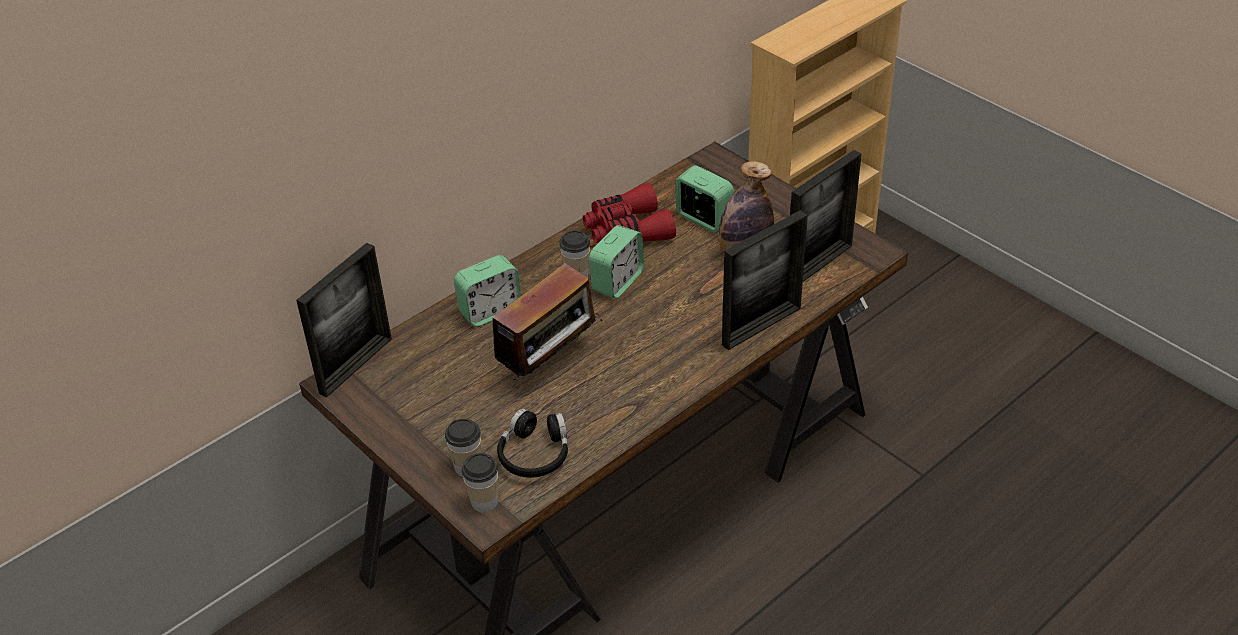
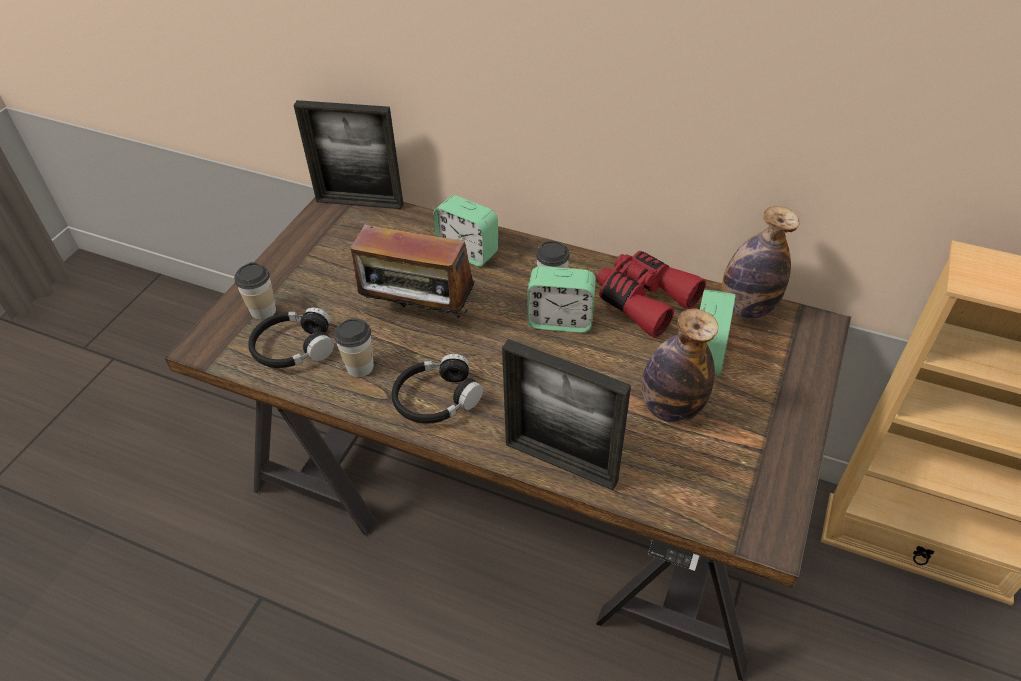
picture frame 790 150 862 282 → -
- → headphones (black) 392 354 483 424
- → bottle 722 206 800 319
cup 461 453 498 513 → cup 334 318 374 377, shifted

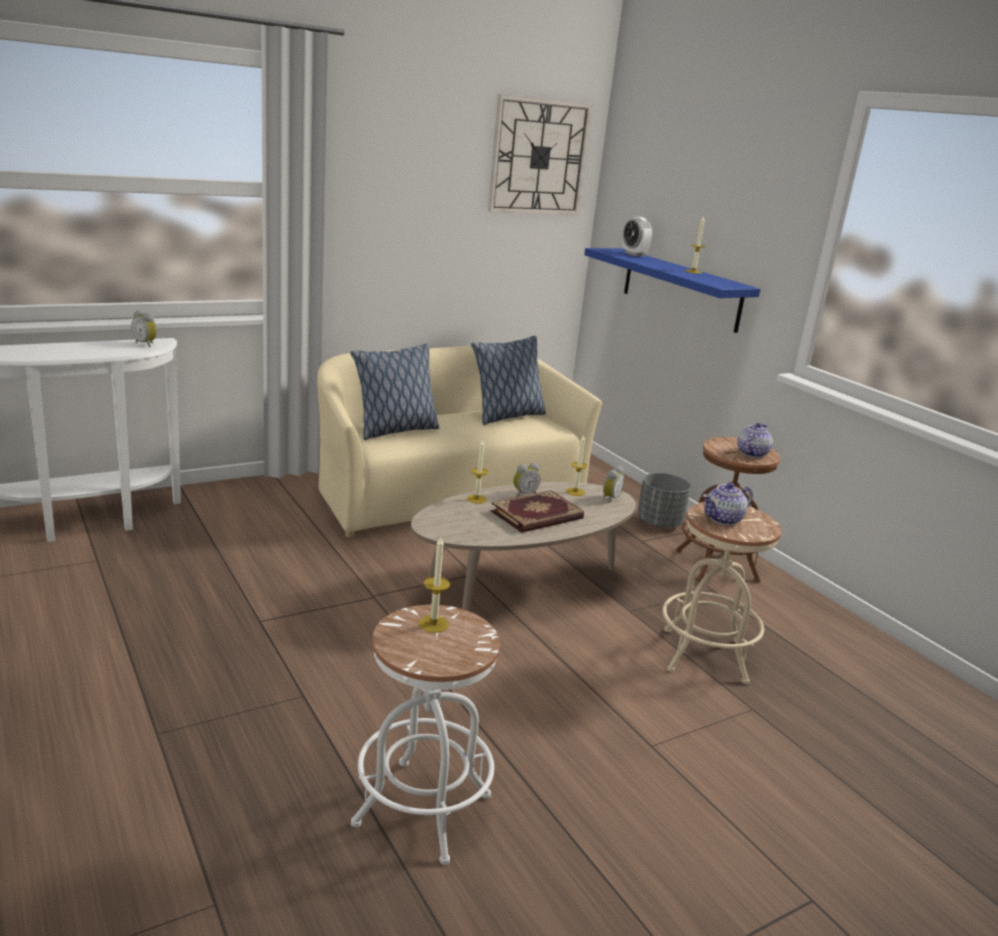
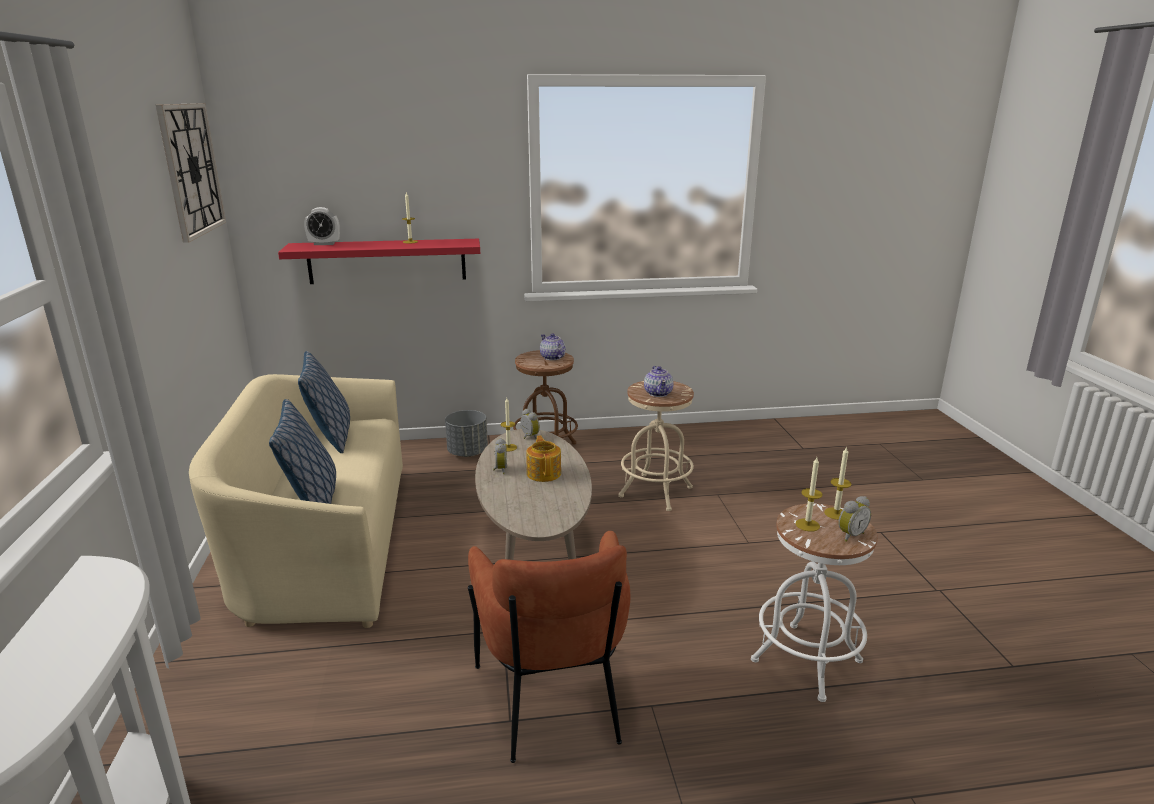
- → armchair (brown) 468 531 630 763
alarm clock 131 310 157 347 → alarm clock 838 496 871 542, shifted
candle 467 439 488 504 → candle 824 446 851 520, shifted
book 491 490 584 533 → teapot 526 435 561 482
shelf (blue) 584 248 761 333 → shelf (red) 278 239 480 284

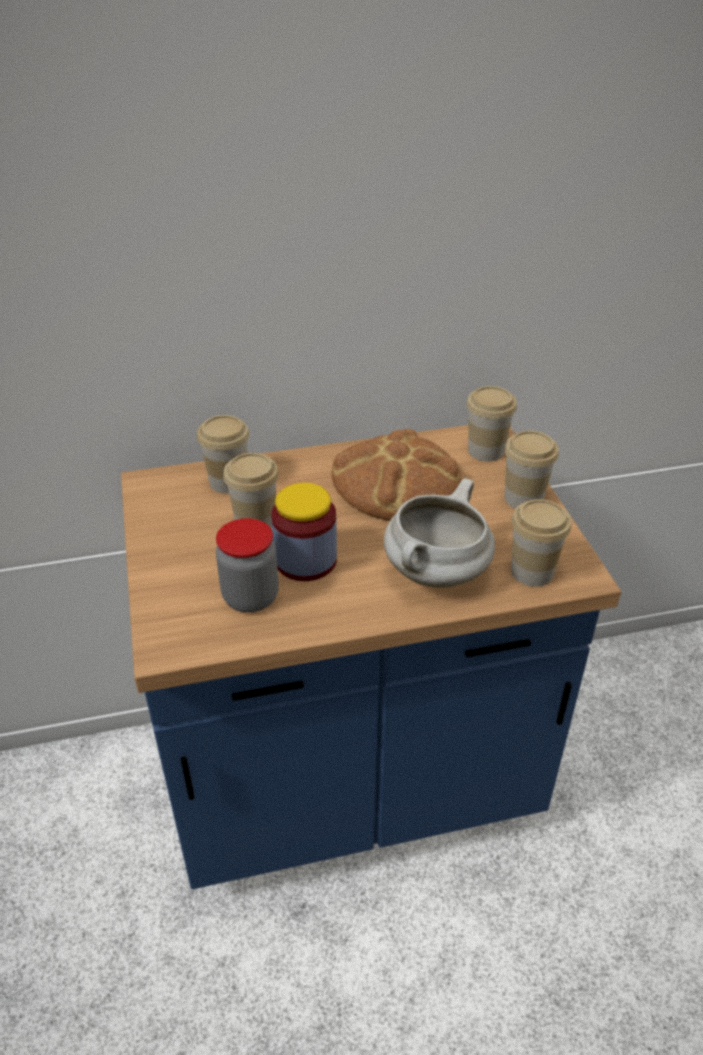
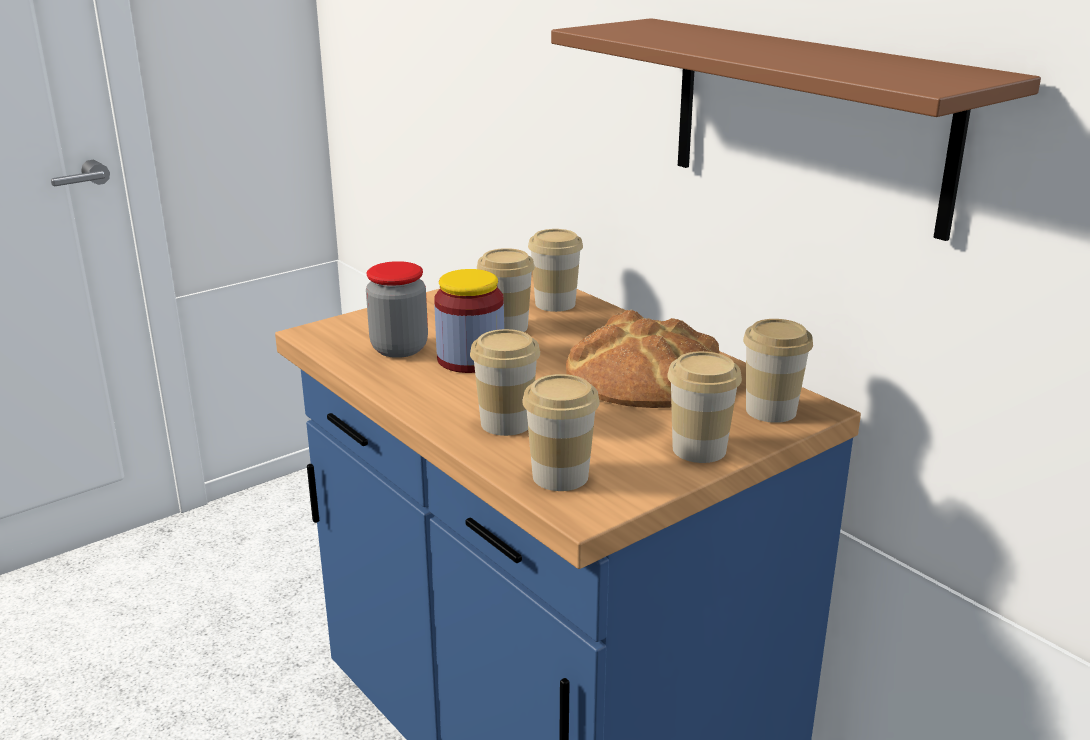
- → shelf (brown) 551 18 1041 241
cooking pot (white) 384 478 495 588 → cup 470 329 540 436

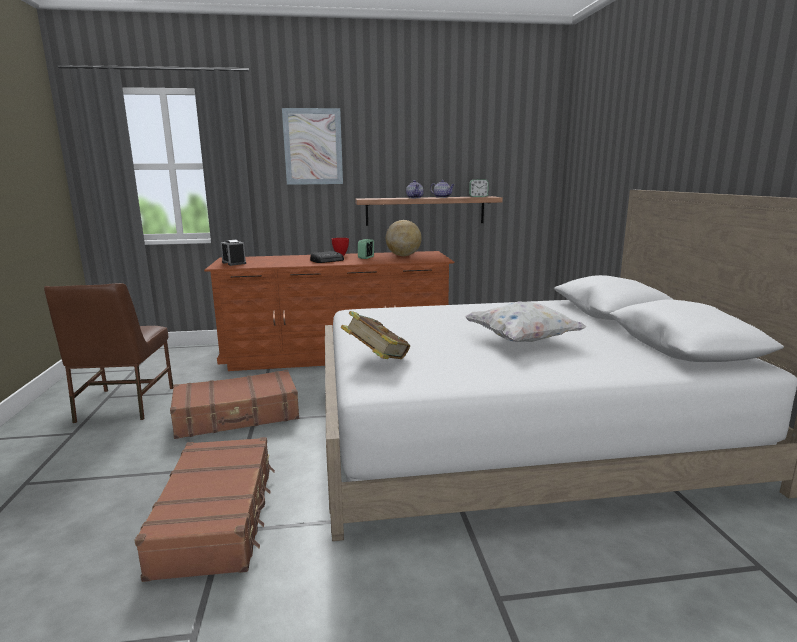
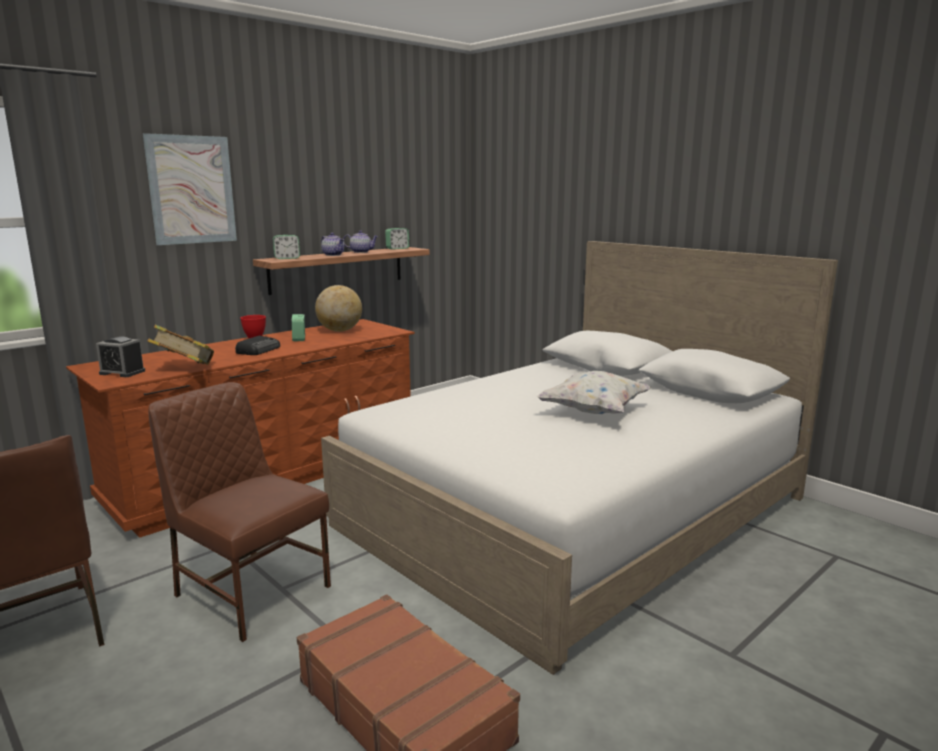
- → alarm clock 273 235 300 259
book 341 311 410 359 → book 147 325 214 365, shifted
suitcase (brown) 170 370 299 439 → chair (brown) 148 382 331 642

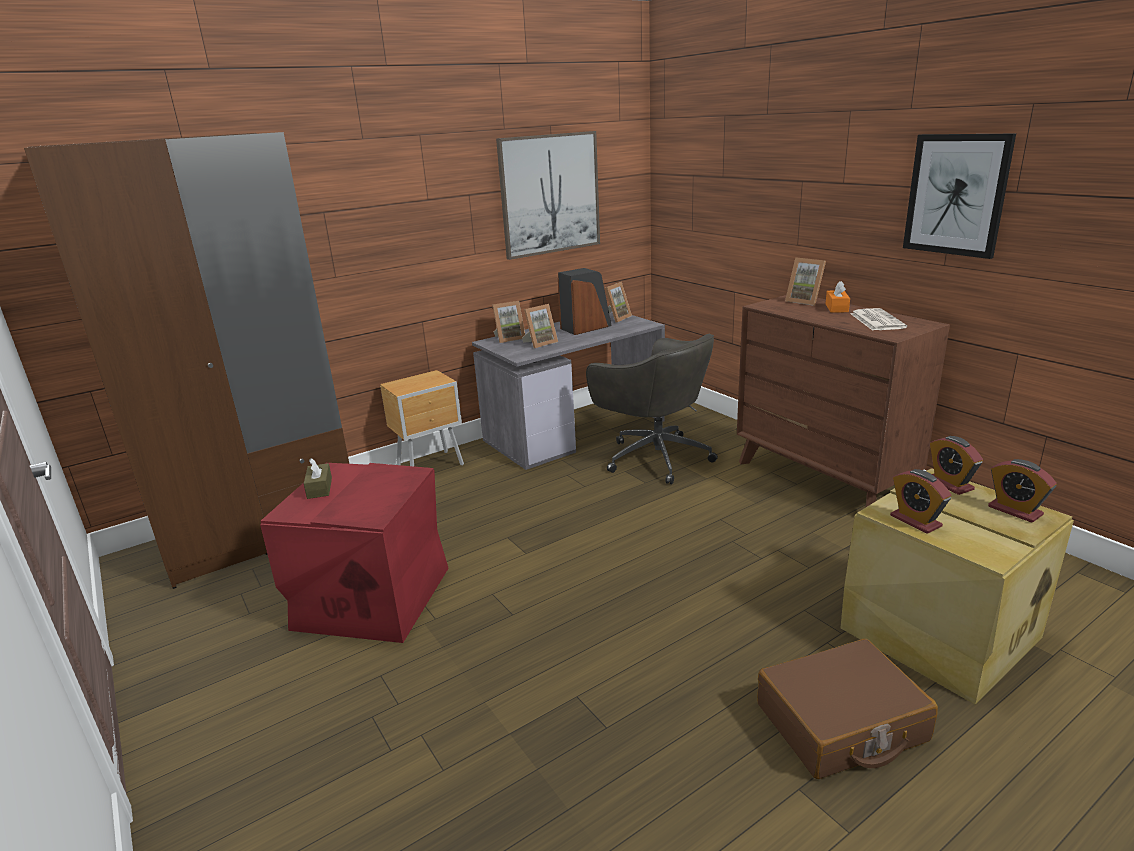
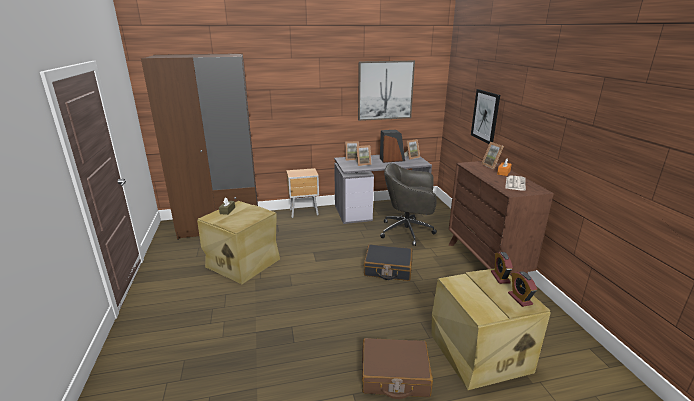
alarm clock 890 469 952 534 → -
- → suitcase (black) 364 244 412 281
picture 903 133 1016 259 → picture 471 89 500 144, shifted
storage box (red) 260 463 448 643 → storage box (beige) 197 201 280 284
office chair (grey) 586 334 718 484 → office chair (grey) 380 163 437 246, 120 degrees clockwise

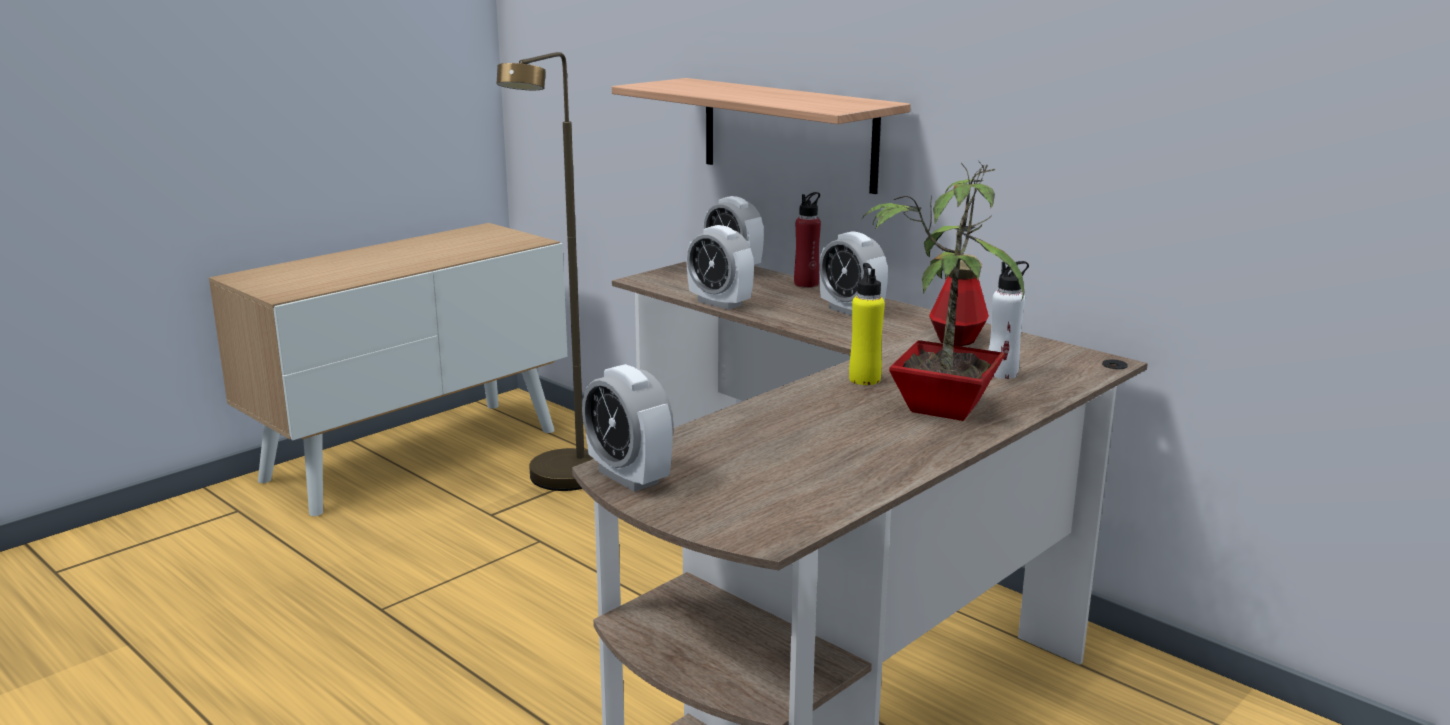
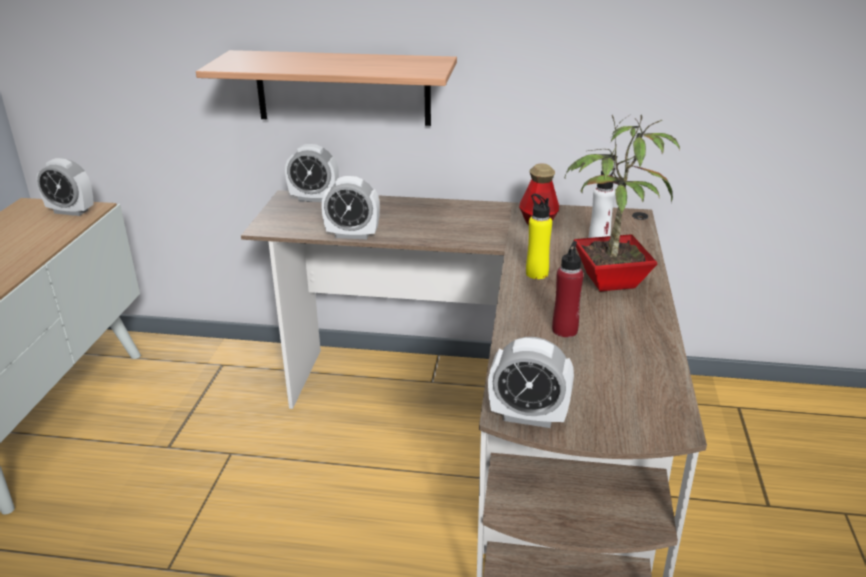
floor lamp (brown) 497 52 593 491 → -
bottle (red) 794 192 821 288 → bottle (red) 552 241 584 337, shifted
alarm clock 819 231 888 316 → alarm clock 36 158 94 216, shifted

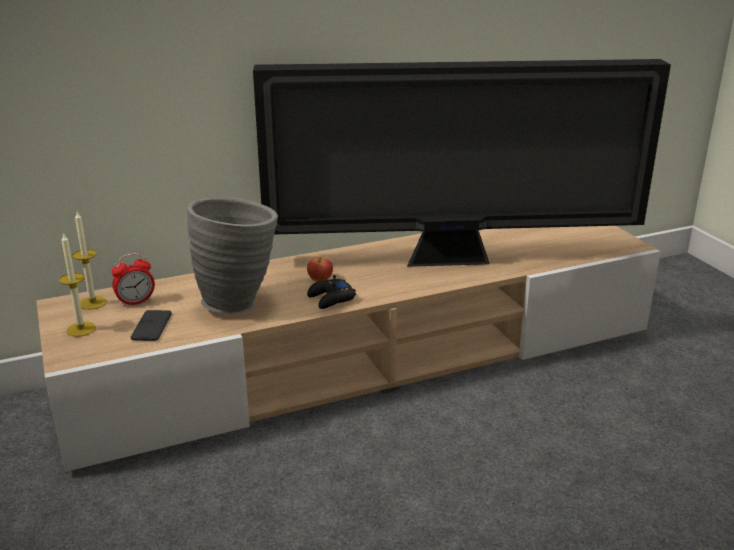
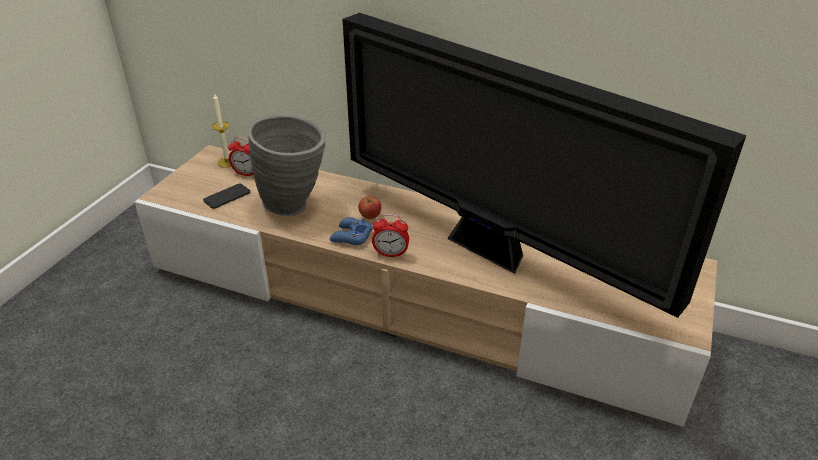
candle 59 232 96 337 → -
- → alarm clock 372 214 409 257
game controller (black) 307 275 356 309 → game controller (blue) 330 217 373 245

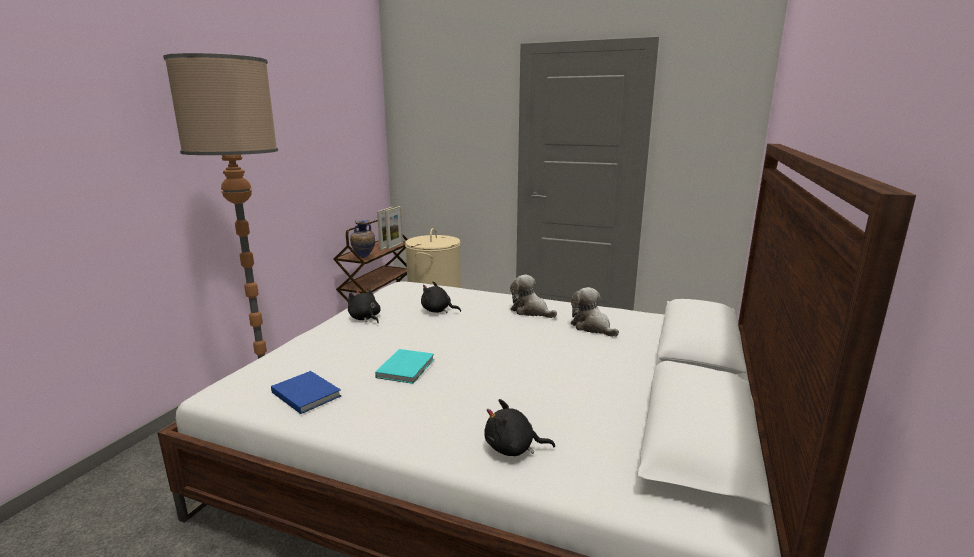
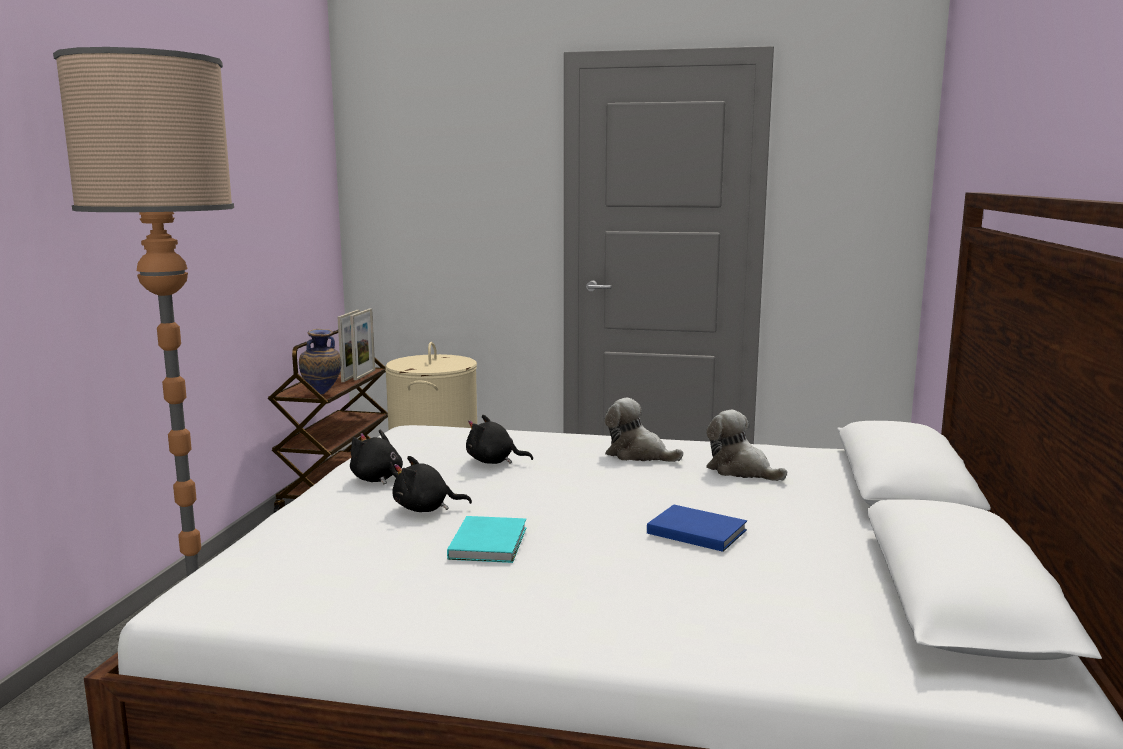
book (blue) 271 371 341 414 → book (blue) 647 504 747 552, shifted
plush toy (black) 484 399 555 456 → plush toy (black) 392 456 472 512, shifted

